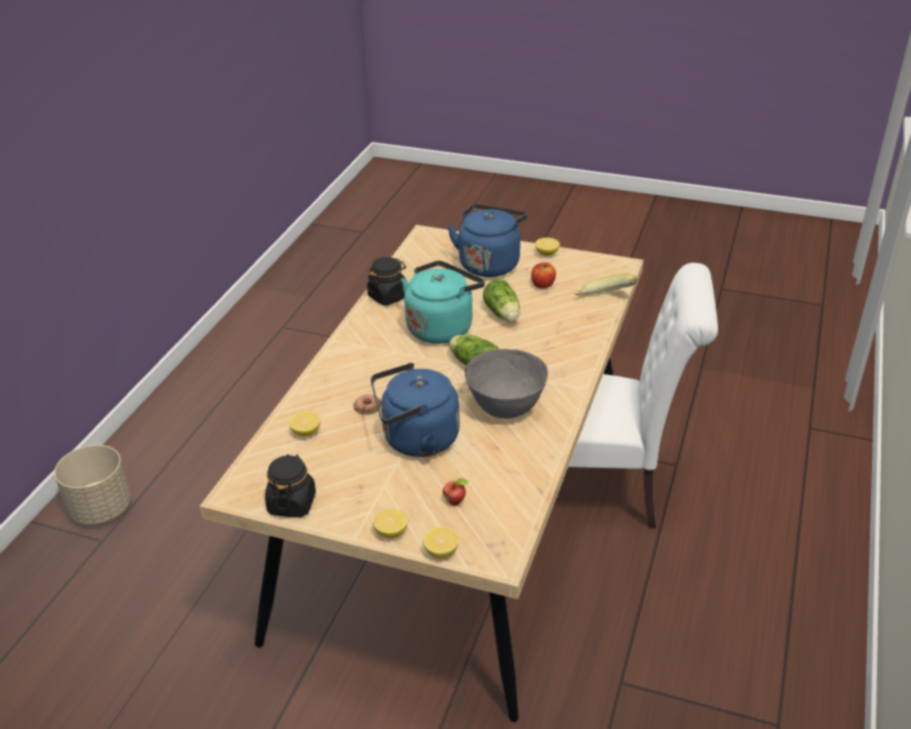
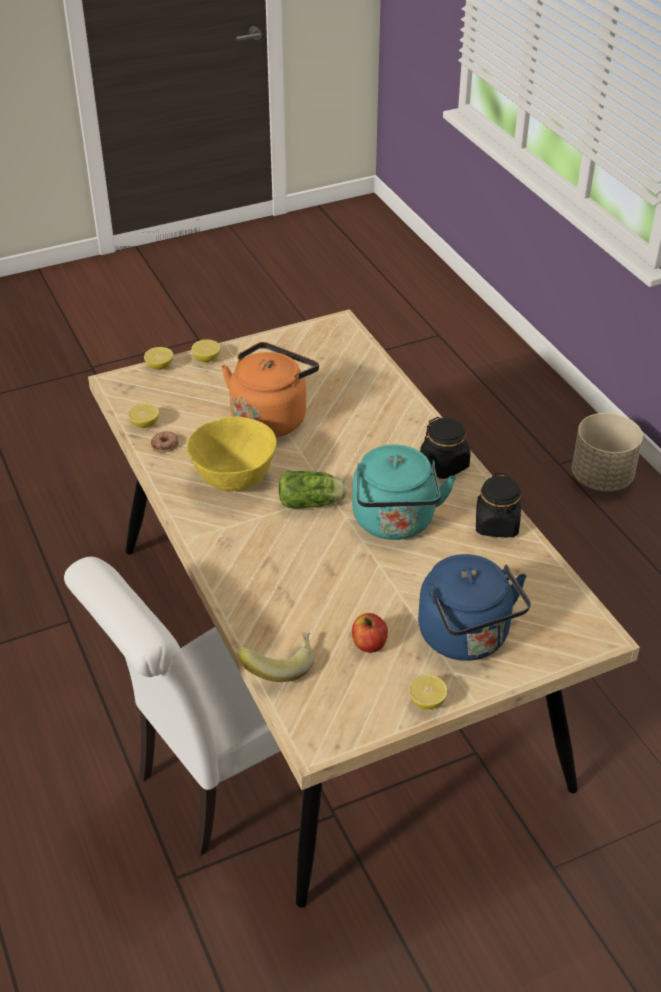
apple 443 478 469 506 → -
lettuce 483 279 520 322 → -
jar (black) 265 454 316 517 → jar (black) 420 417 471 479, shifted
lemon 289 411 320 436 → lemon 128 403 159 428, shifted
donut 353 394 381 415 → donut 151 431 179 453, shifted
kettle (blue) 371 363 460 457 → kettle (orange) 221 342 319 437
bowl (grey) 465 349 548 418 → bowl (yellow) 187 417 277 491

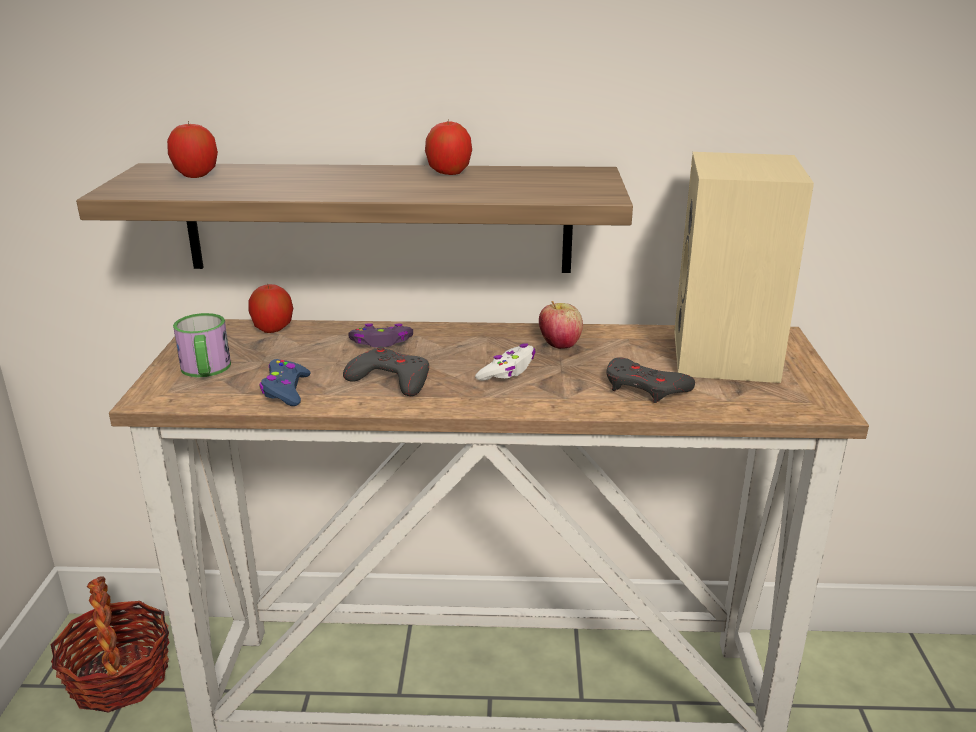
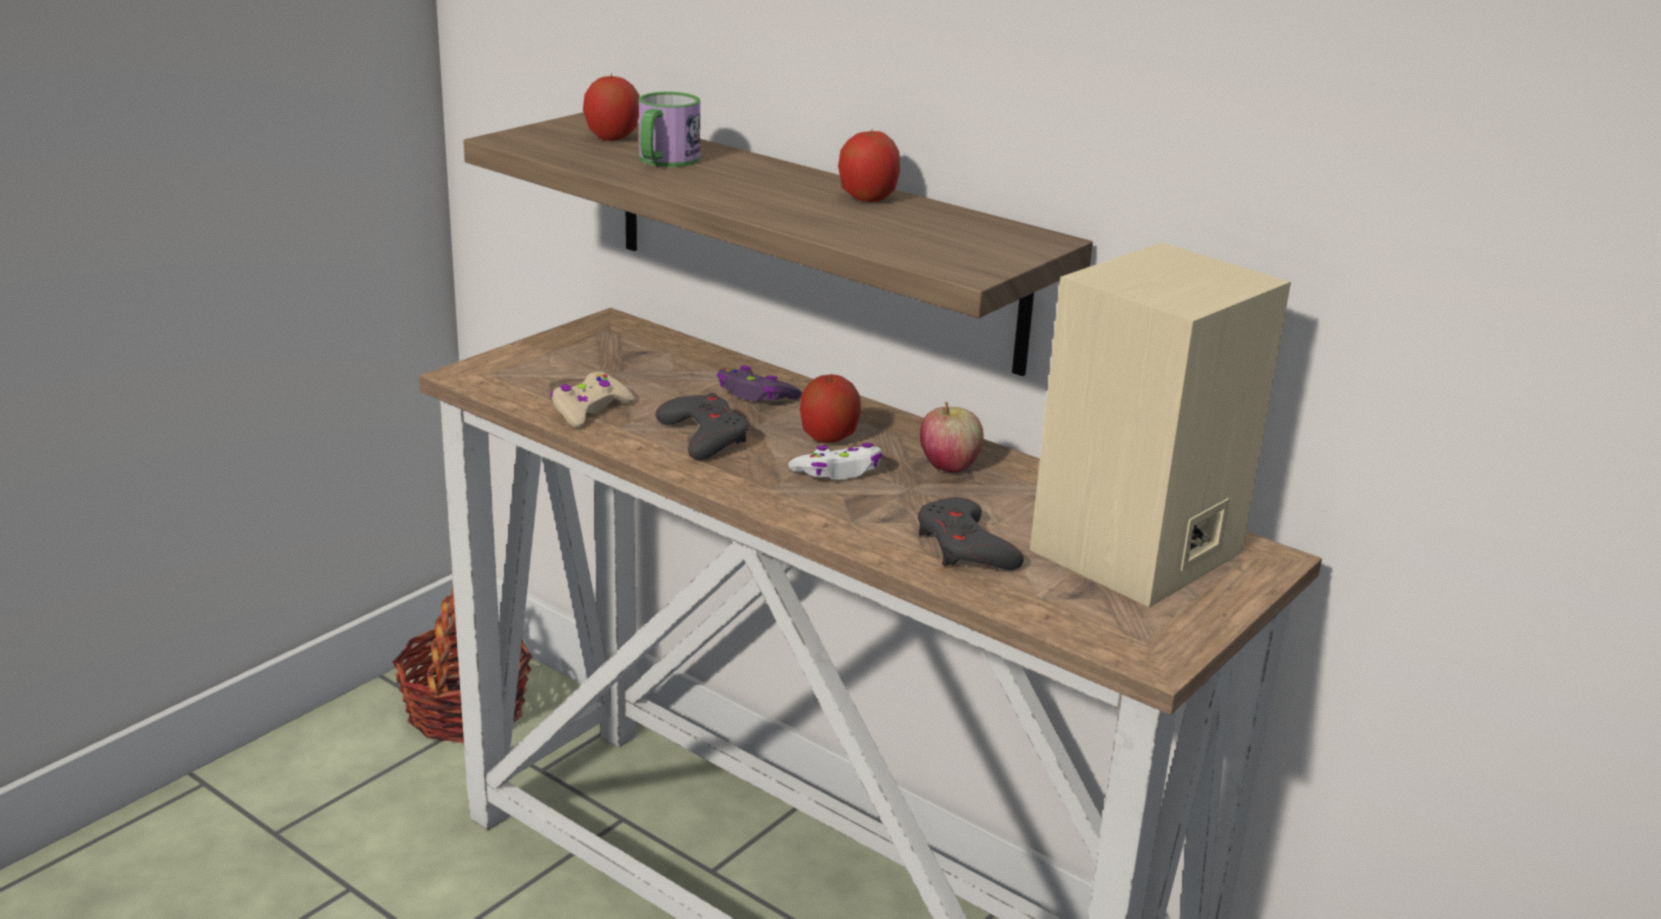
mug 173 313 231 377 → mug 639 92 700 167, shifted
apple 249 284 293 333 → apple 800 374 861 443, shifted
game controller (blue) 259 359 311 406 → game controller (beige) 550 372 635 428

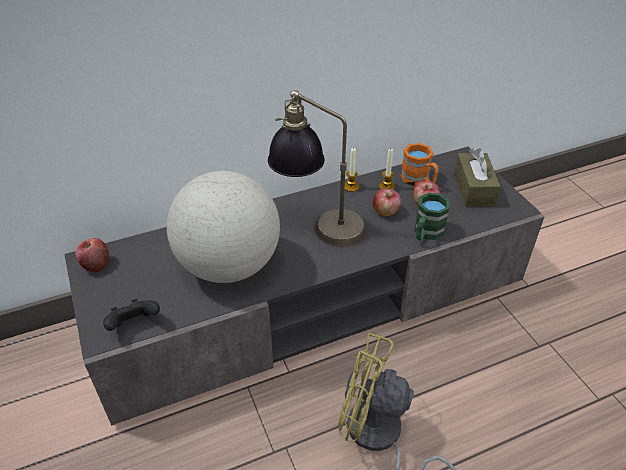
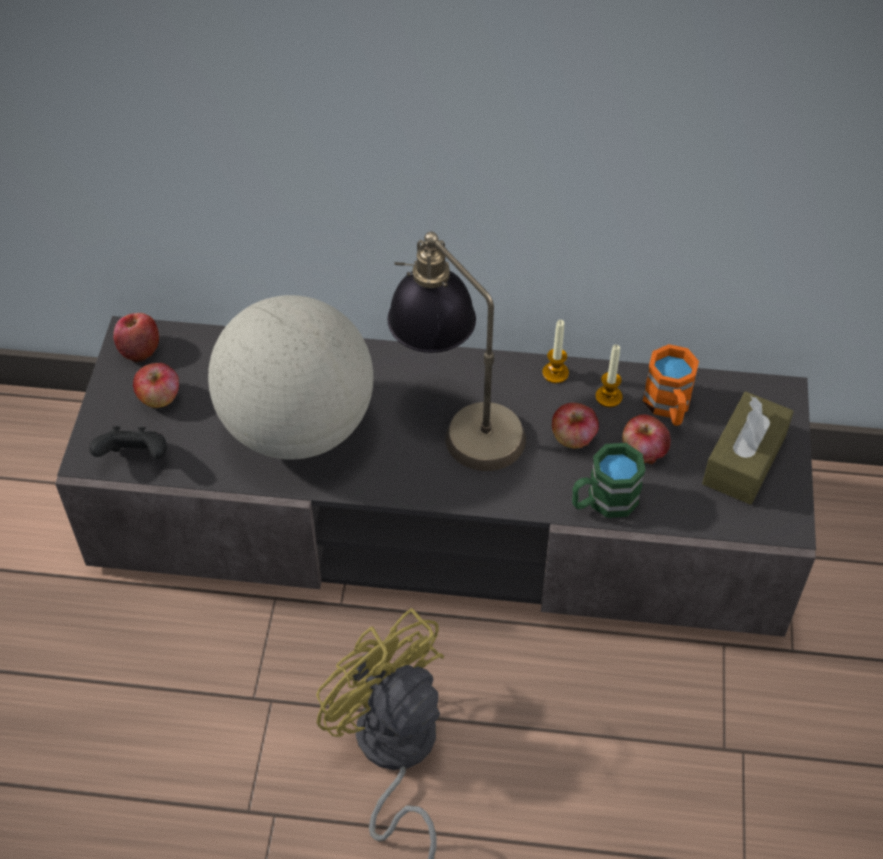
- → apple 133 363 179 408

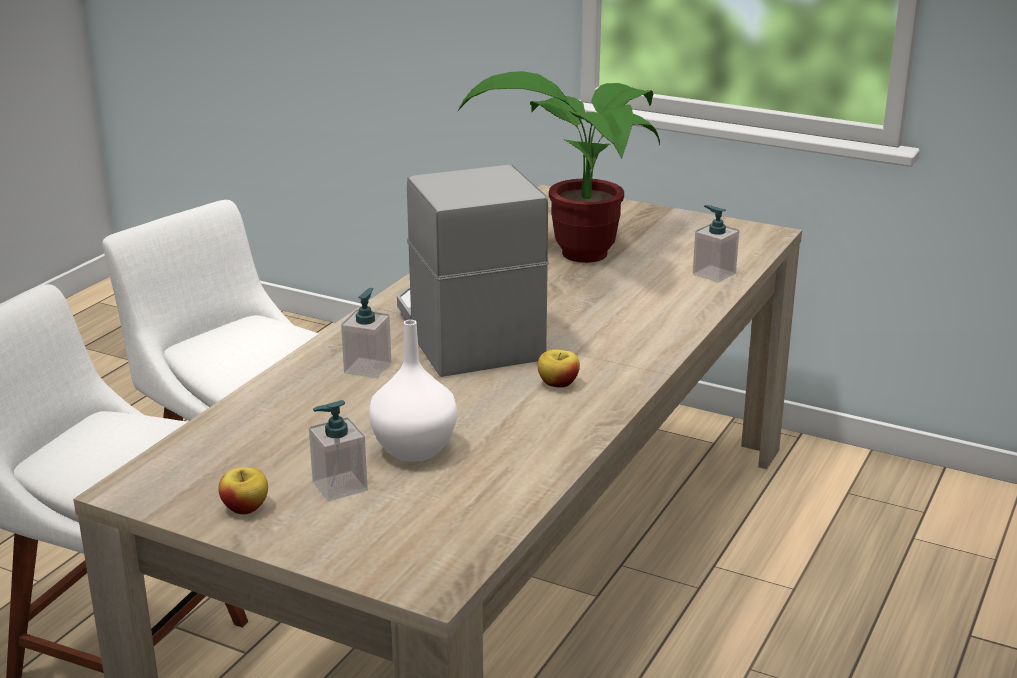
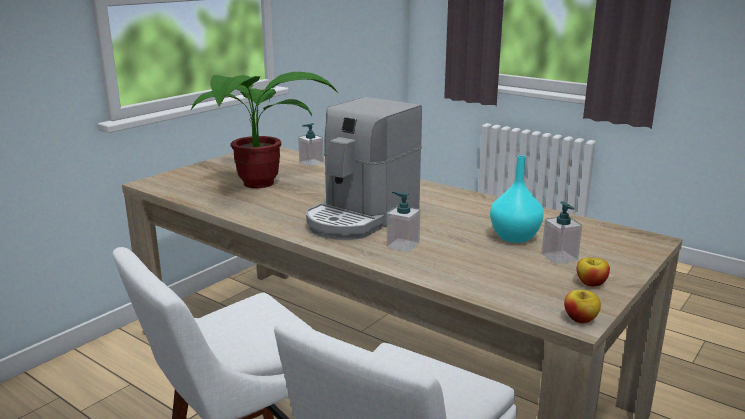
apple 537 350 580 388 → apple 564 290 601 324, shifted
vase (white) 369 320 457 462 → vase (turquoise) 490 155 544 243
coffee machine 397 165 549 377 → coffee machine 306 97 422 240, 45 degrees counterclockwise

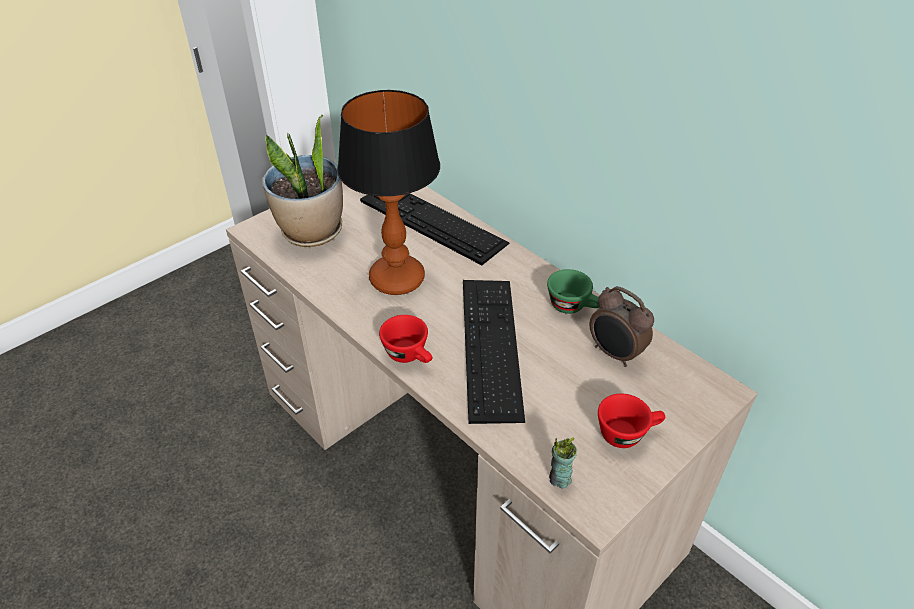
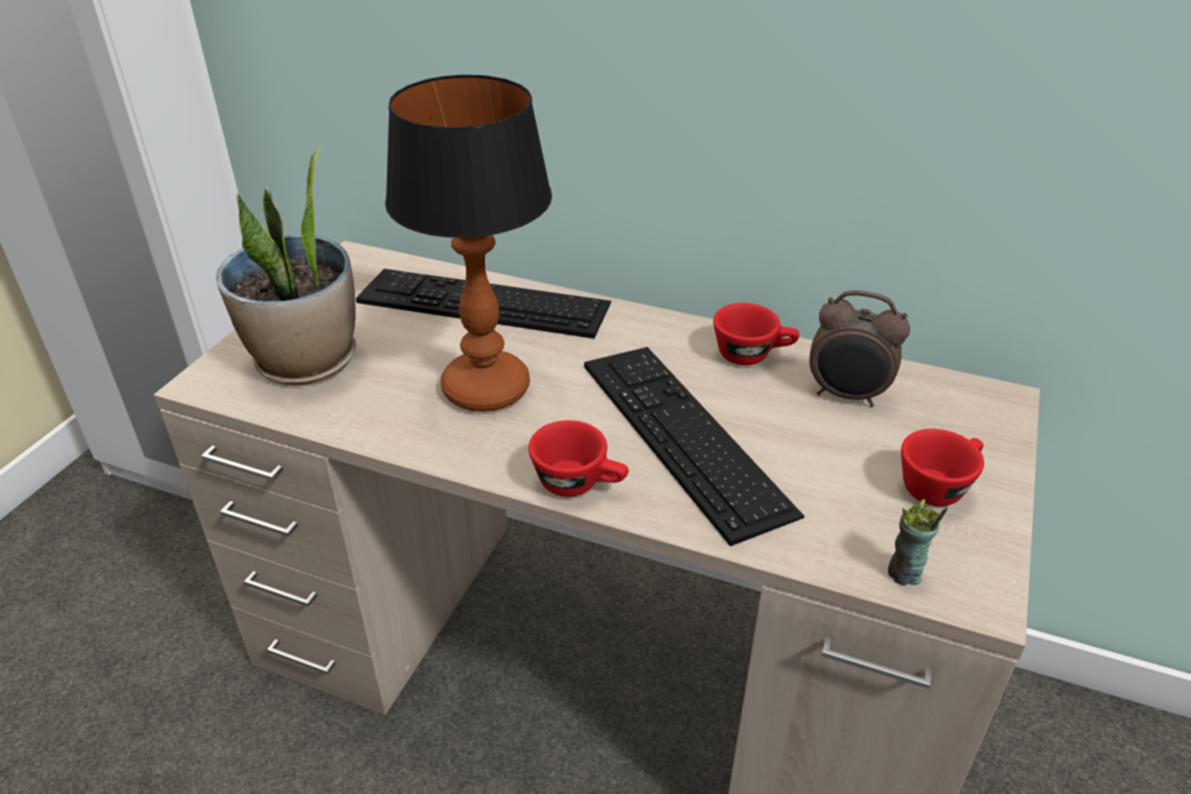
cup (green) 547 269 599 314 → cup (red) 713 303 799 365

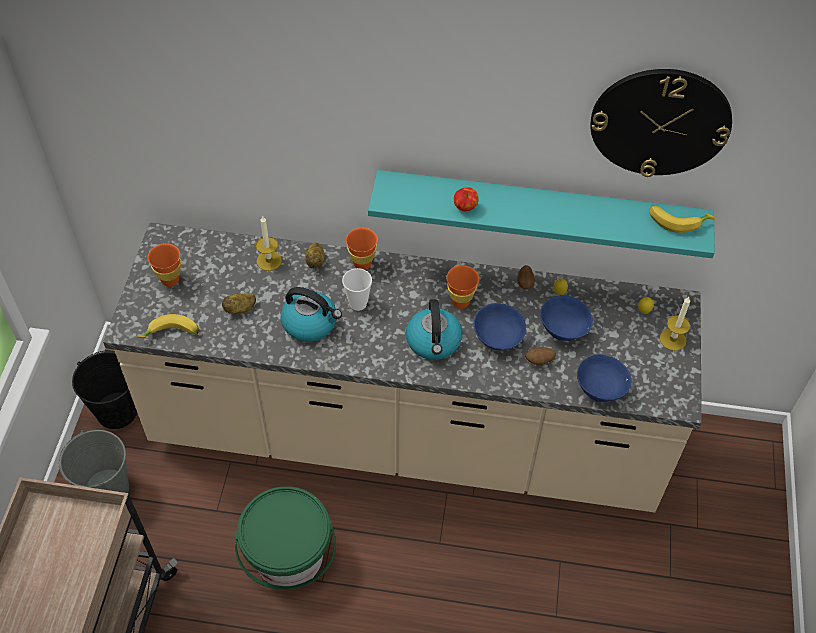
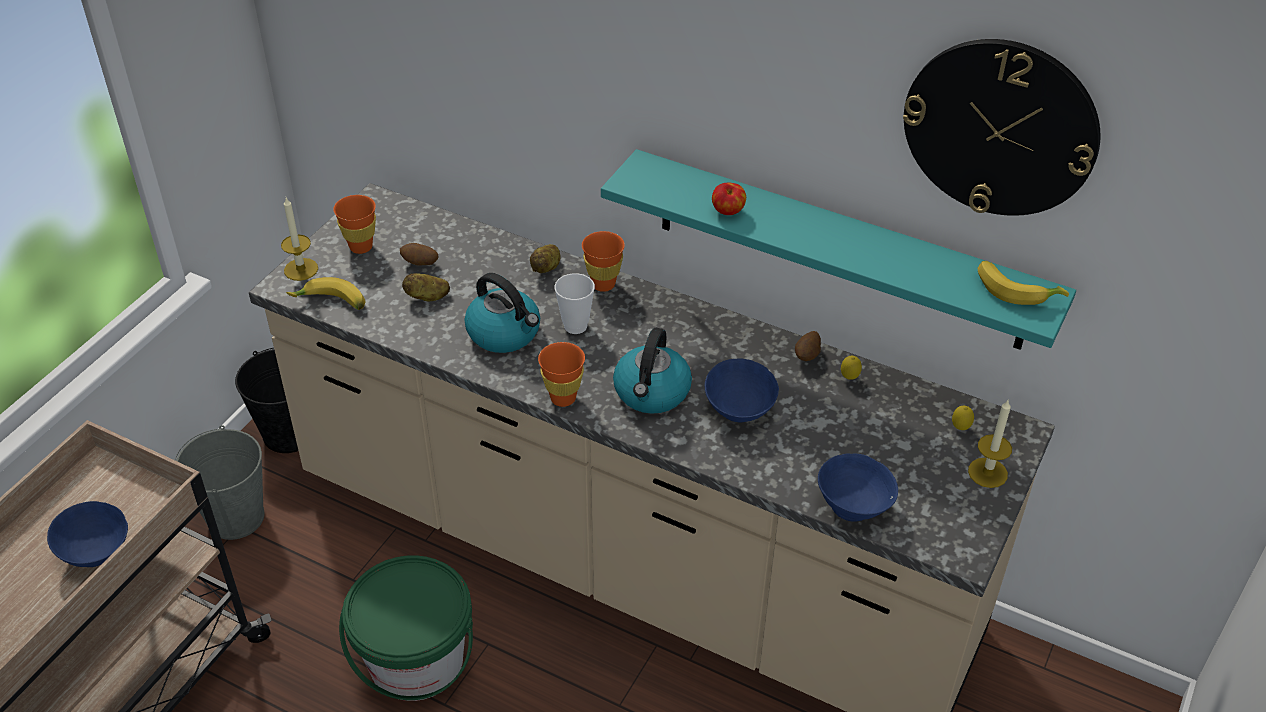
candle 256 216 282 271 → candle 281 198 318 281, shifted
cup (orange) 446 265 479 309 → cup (orange) 538 342 585 407, shifted
potato 526 347 556 365 → potato 400 243 439 266, shifted
bowl (blue) 540 295 593 341 → bowl (blue) 47 501 128 567, shifted

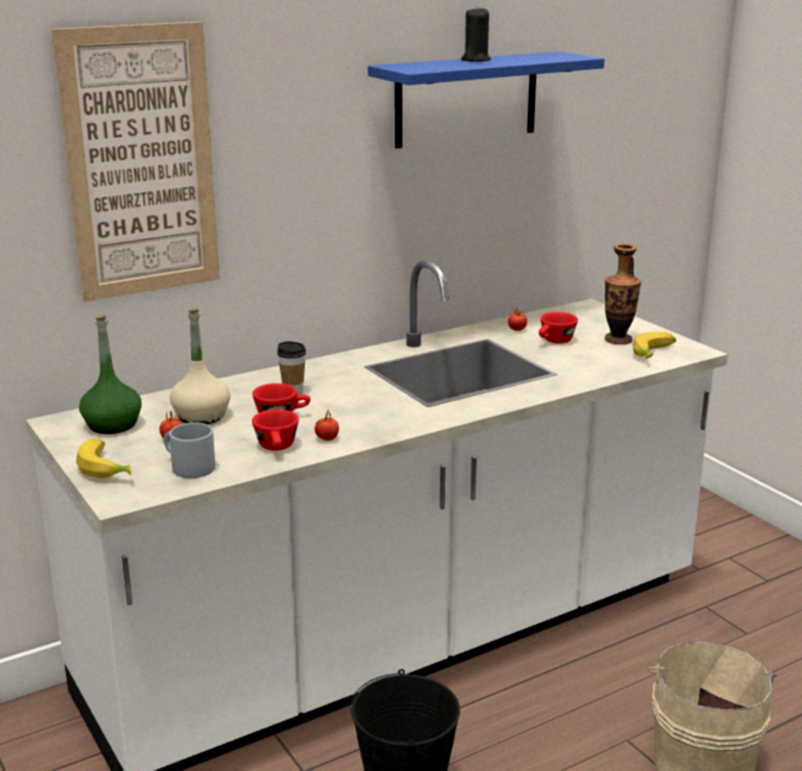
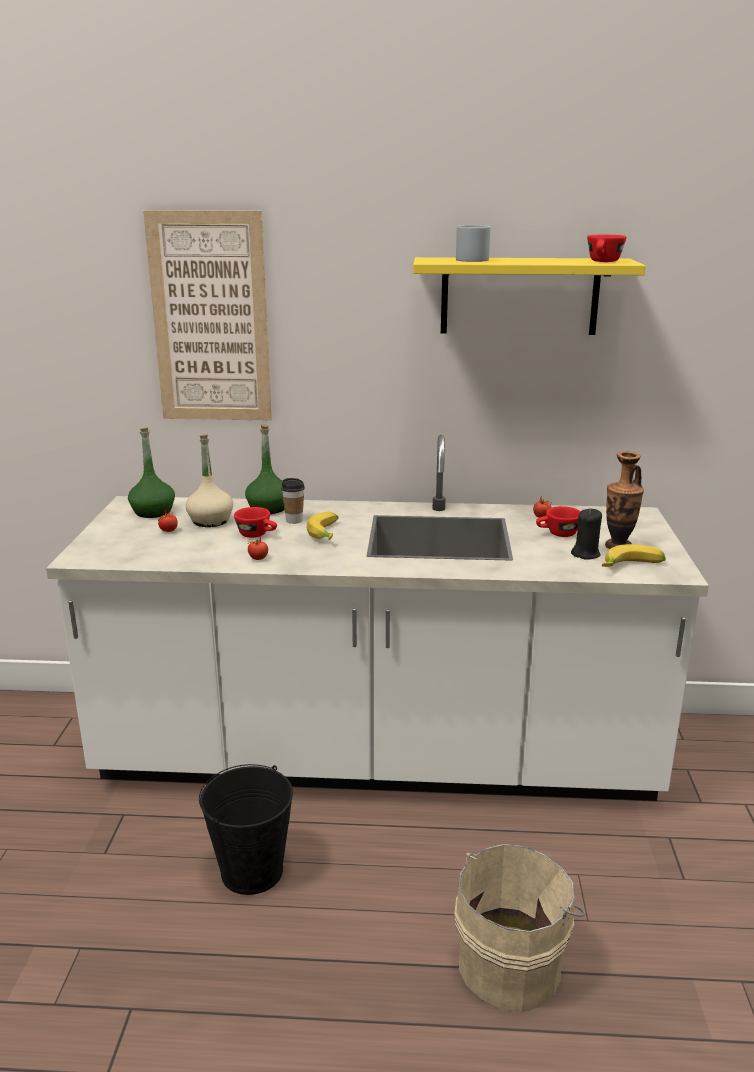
- → bottle (green) 245 424 284 514
banana 76 438 131 478 → banana 306 511 338 540, shifted
mug (grey) 164 422 215 478 → mug (grey) 456 225 490 262, shifted
cup (red) 252 409 299 451 → cup (red) 587 235 627 262, shifted
candle (black) 461 6 491 62 → candle (black) 571 509 602 559, shifted
shelf (blue) 368 51 605 148 → shelf (yellow) 413 257 646 335

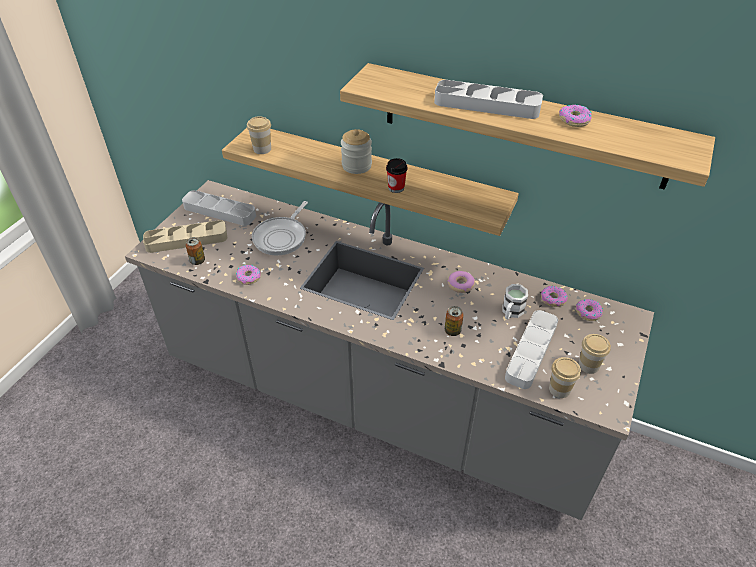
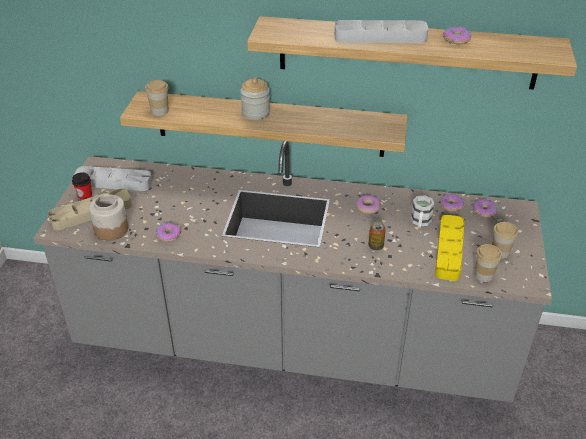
frying pan 252 201 308 255 → -
cup 386 158 408 193 → cup 72 172 92 201, shifted
can 186 237 205 265 → jar 89 194 128 241
tray (grey) 505 310 558 389 → tray (yellow) 435 215 464 281

